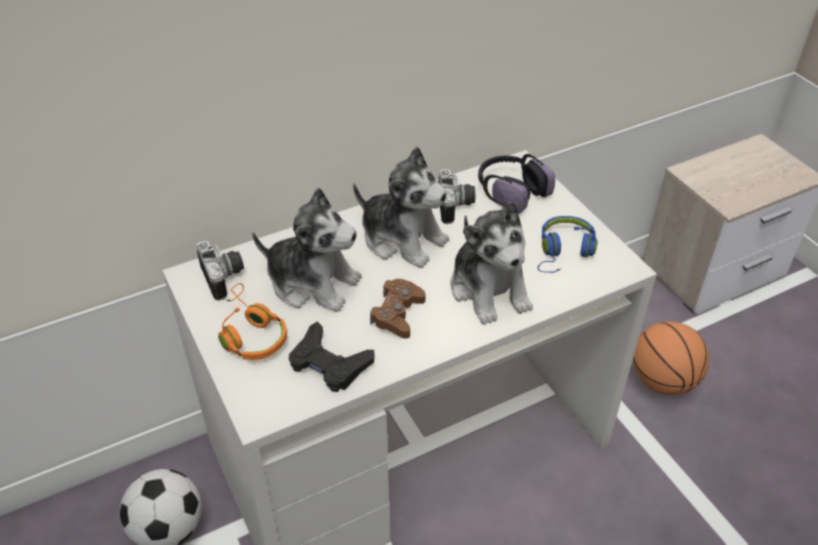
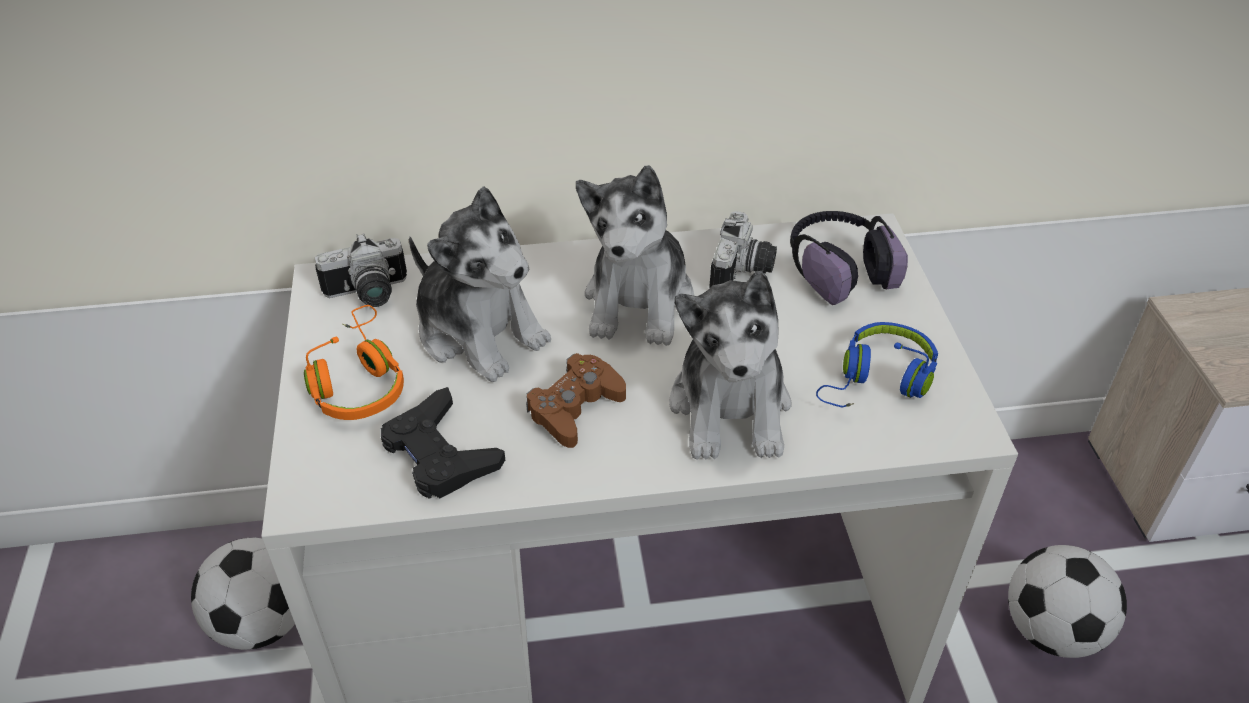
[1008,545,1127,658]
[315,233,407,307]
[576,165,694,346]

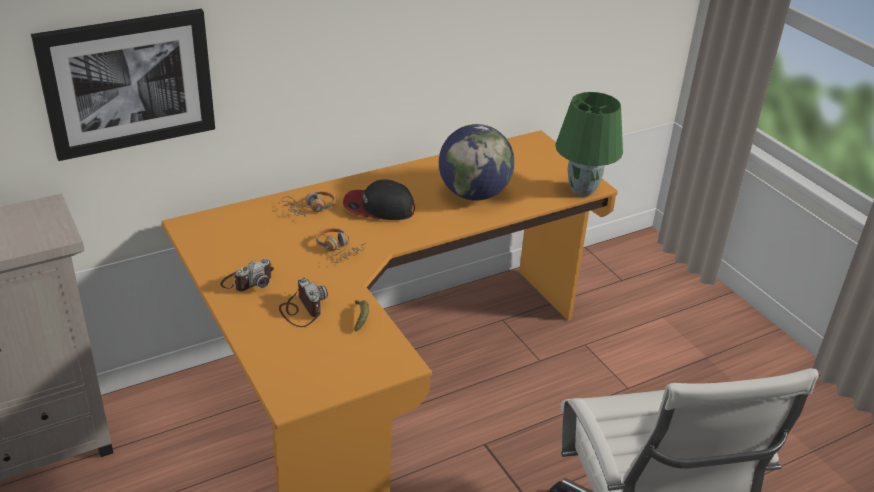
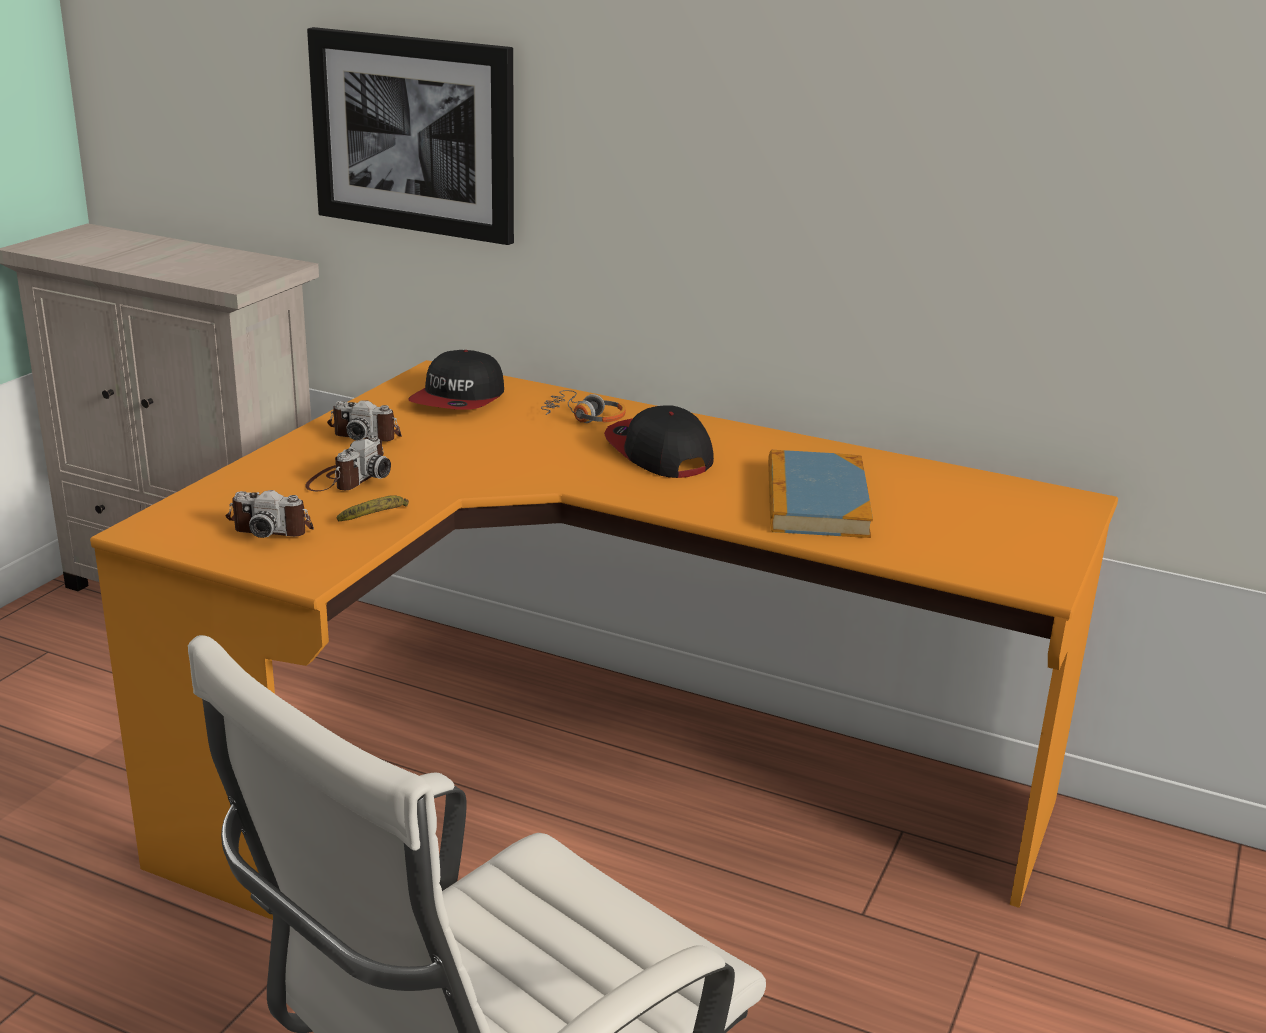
[316,228,366,263] (first image)
[555,92,623,197] (first image)
[226,490,314,538]
[408,350,504,410]
[768,450,873,538]

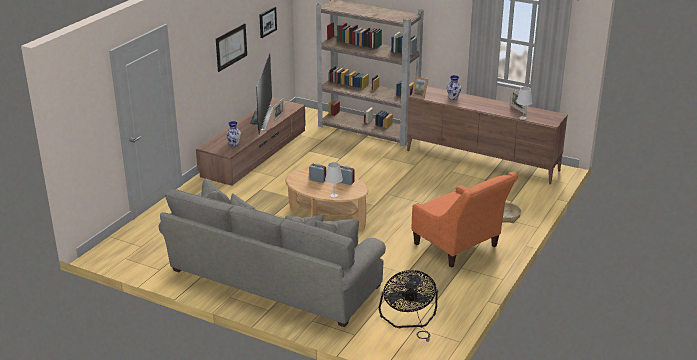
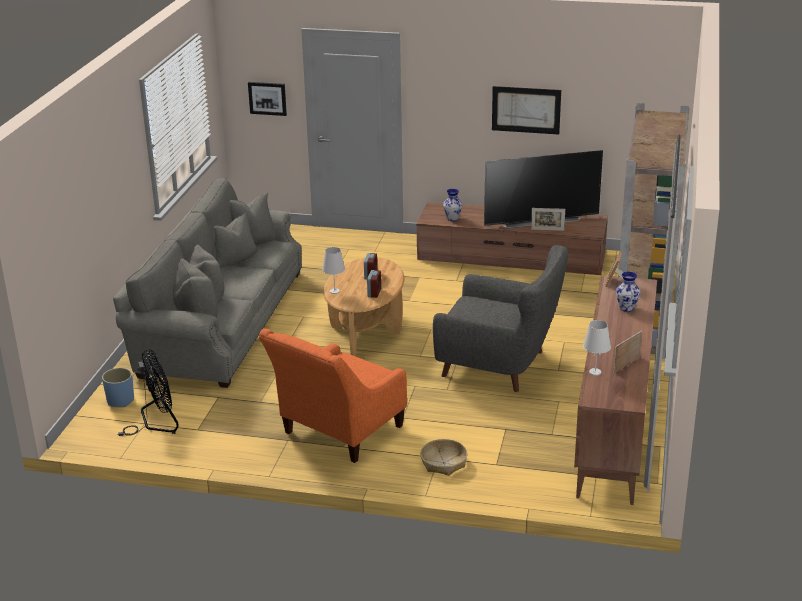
[102,368,134,407]
[433,245,568,392]
[248,82,287,116]

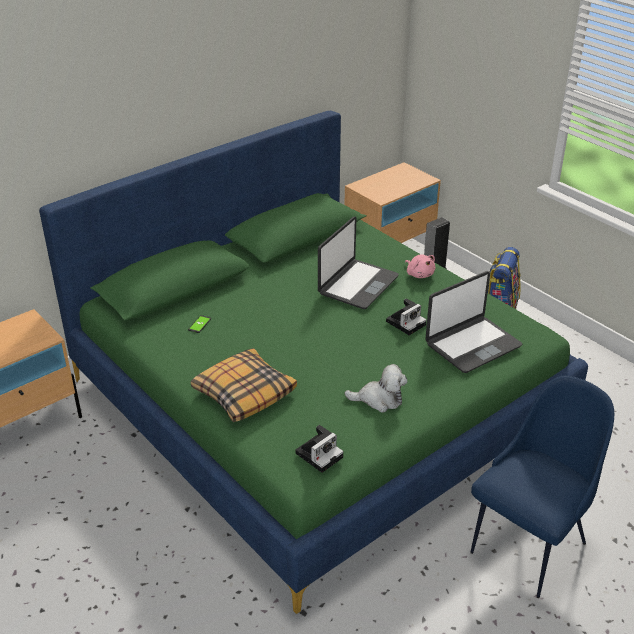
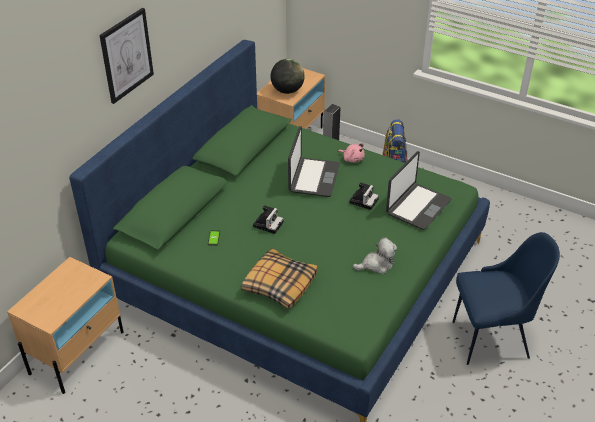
[99,8,154,104]
[271,59,305,94]
[253,205,284,234]
[453,232,560,365]

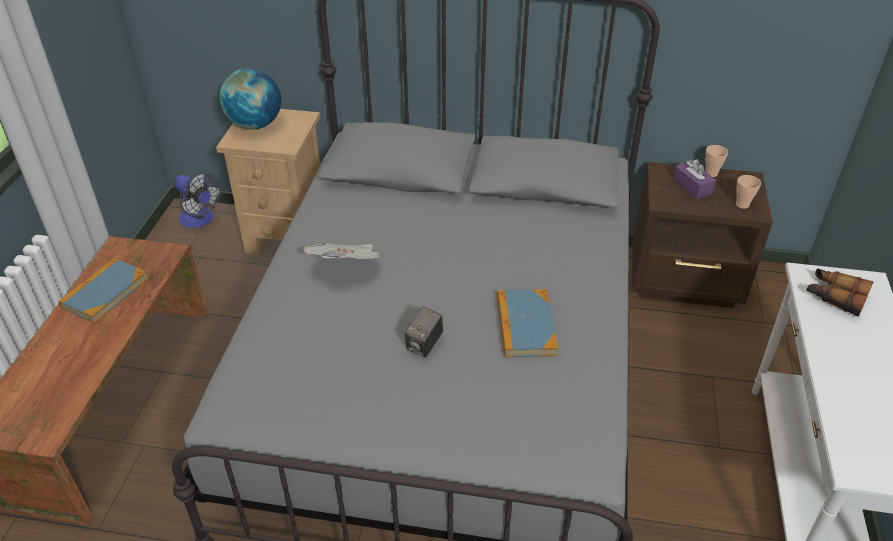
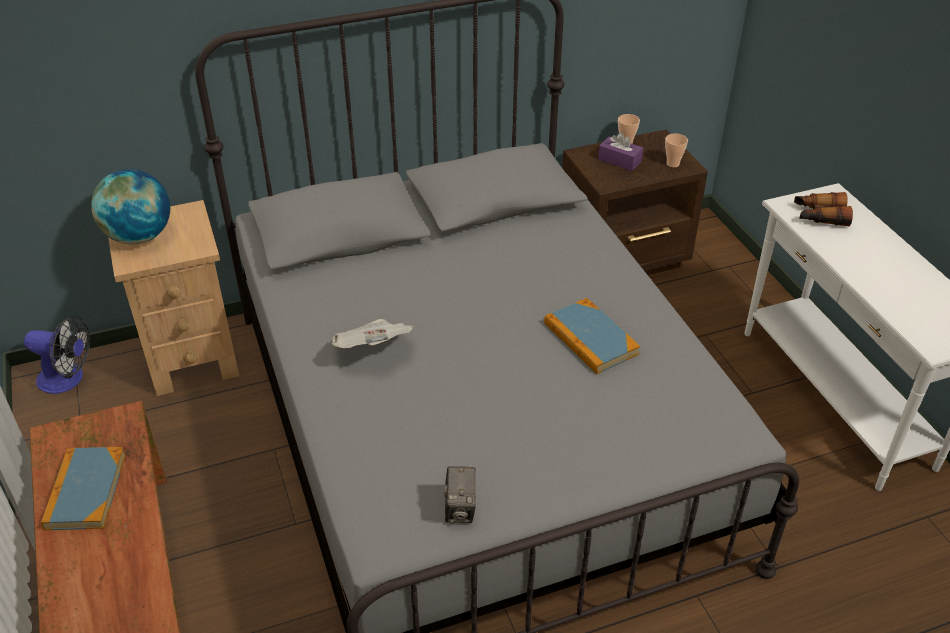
[444,466,476,523]

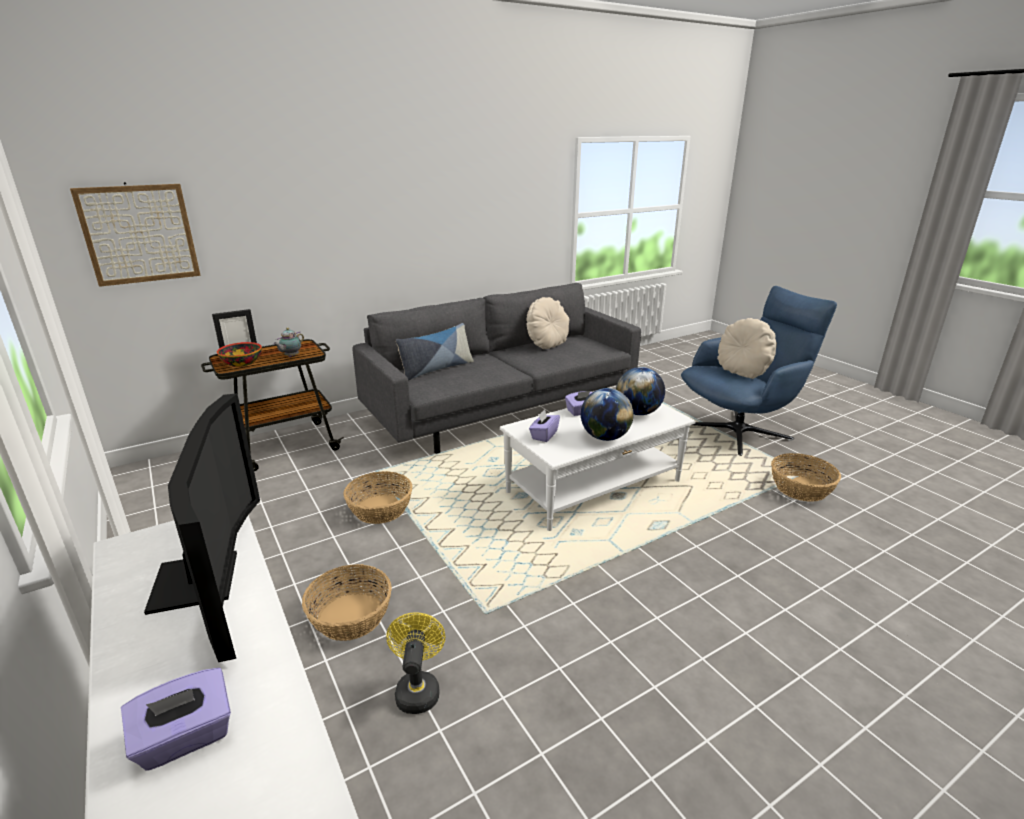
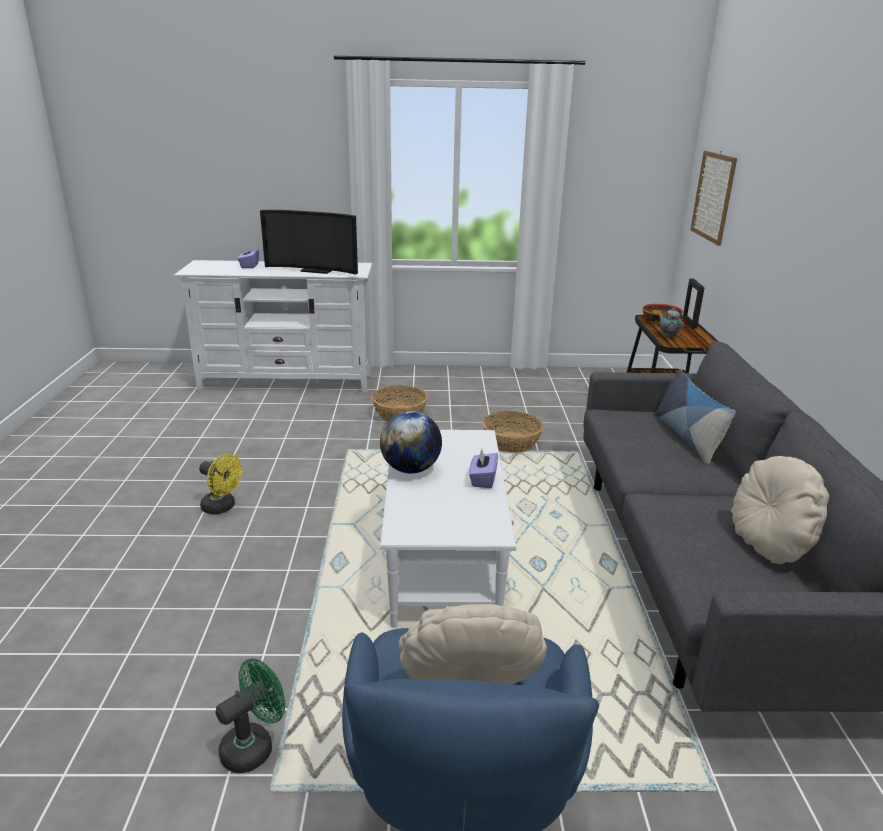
[529,410,560,442] (first image)
[616,367,665,415] (first image)
[199,453,243,515]
[216,658,285,773]

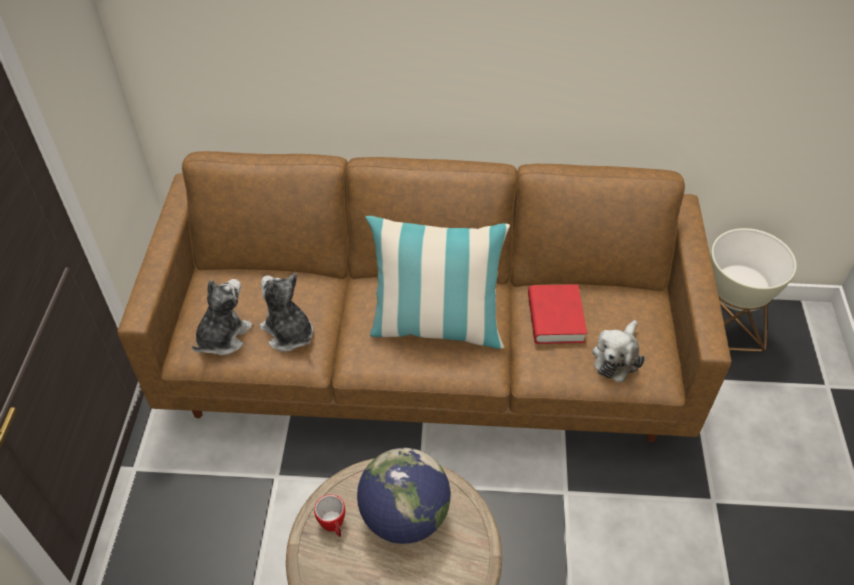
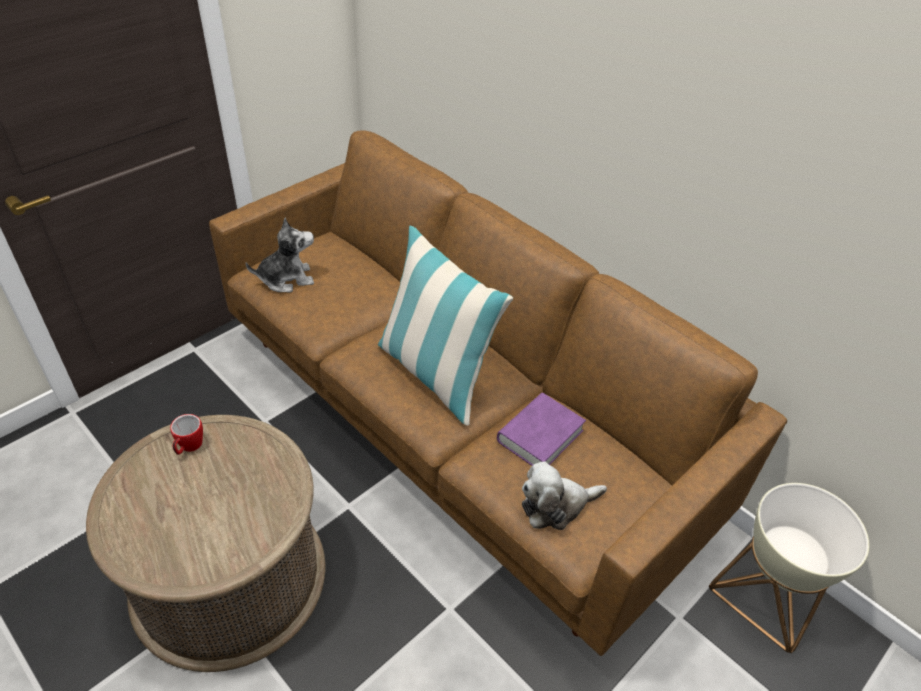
[260,272,314,352] (first image)
[357,448,451,544] (first image)
[497,393,586,466]

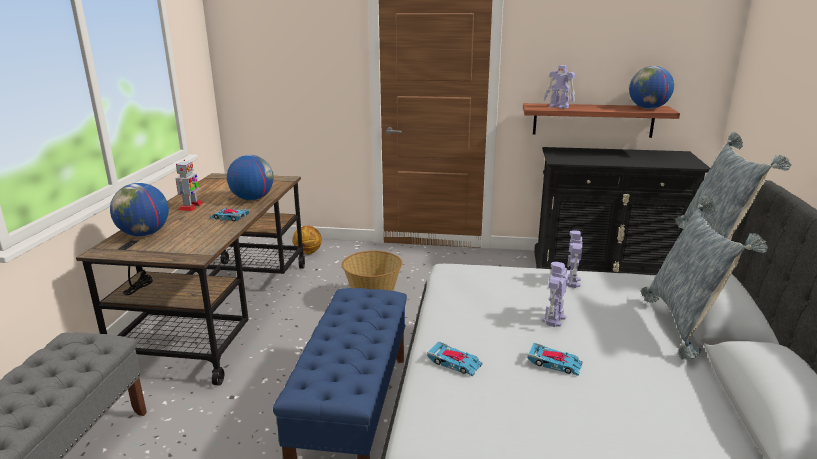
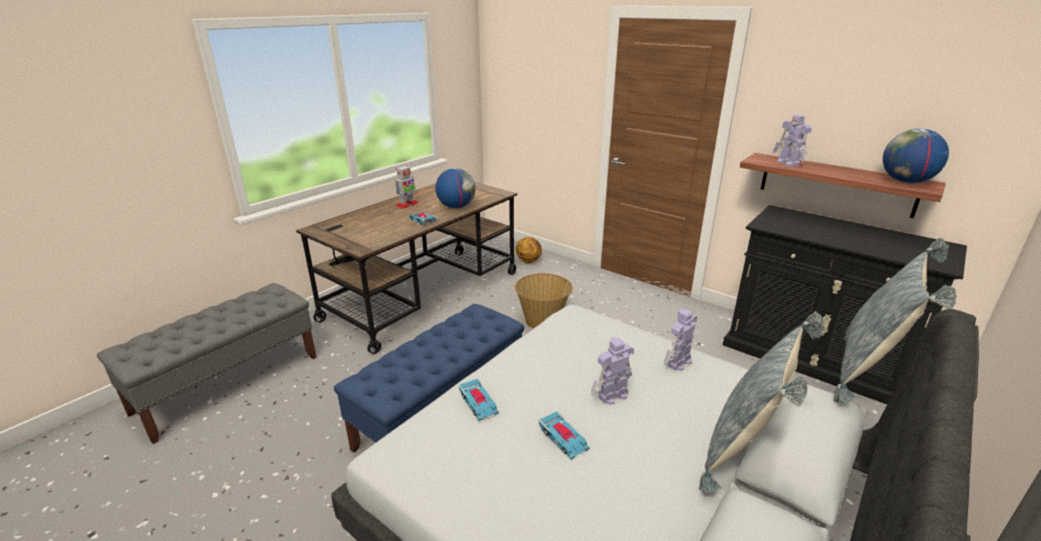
[110,183,169,236] (first image)

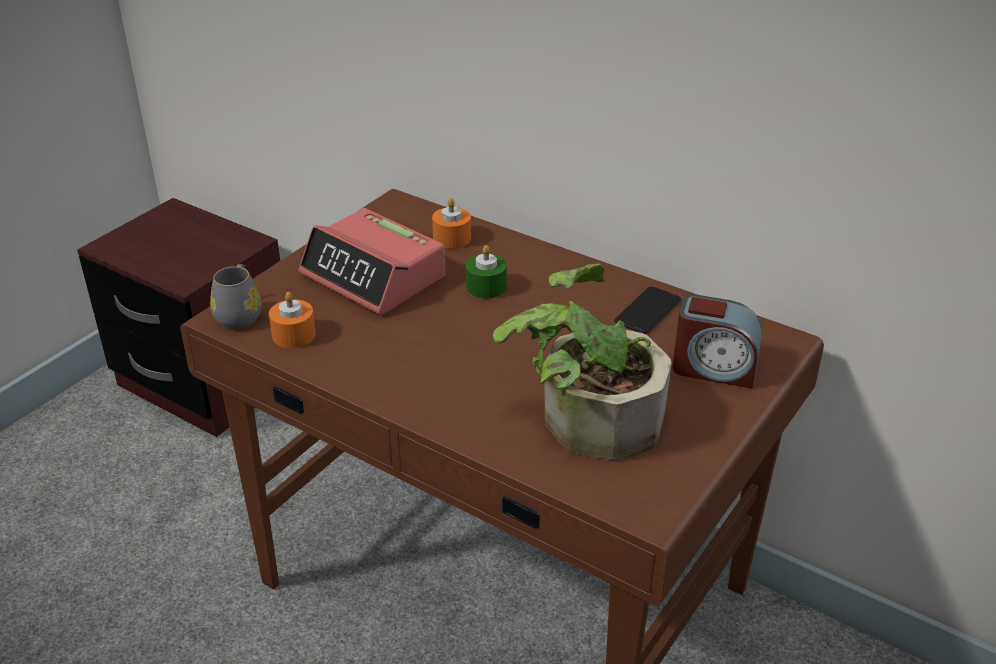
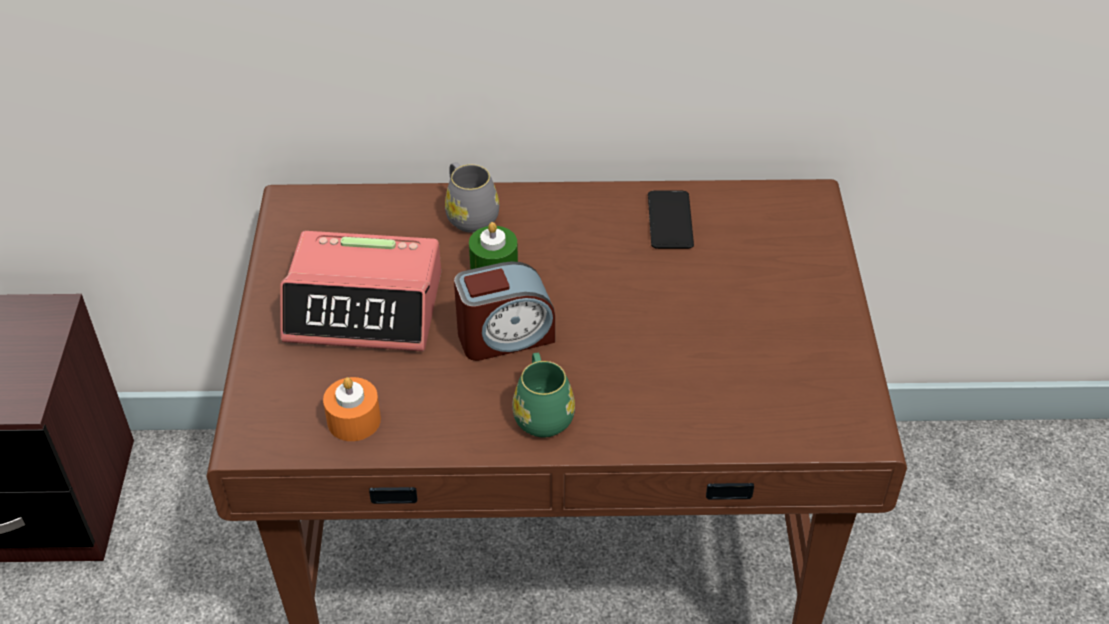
[432,198,471,249] (first image)
[493,264,672,461] (first image)
[512,353,575,437]
[445,162,499,233]
[454,261,555,361]

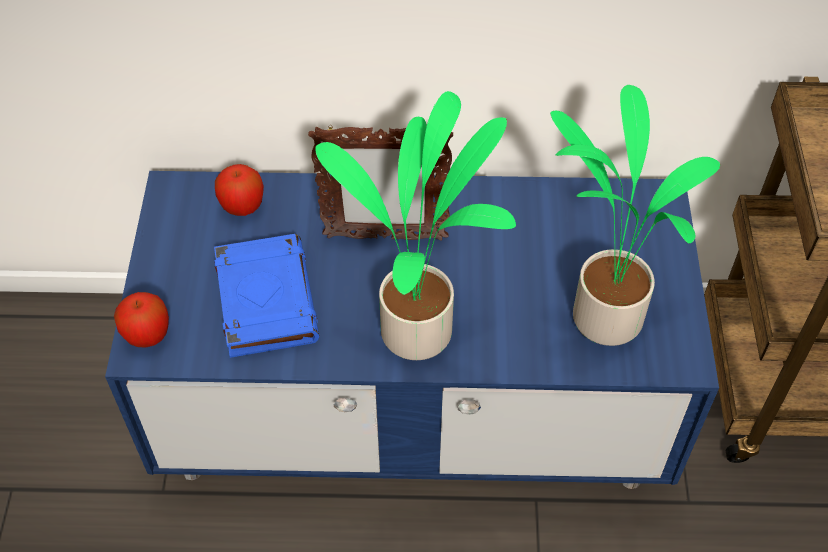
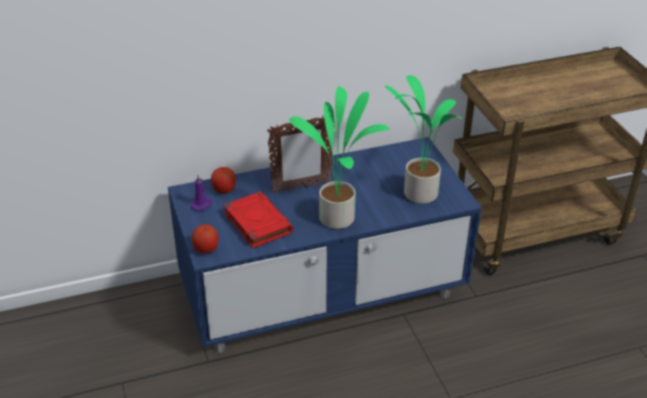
[190,175,212,211]
[224,191,293,248]

